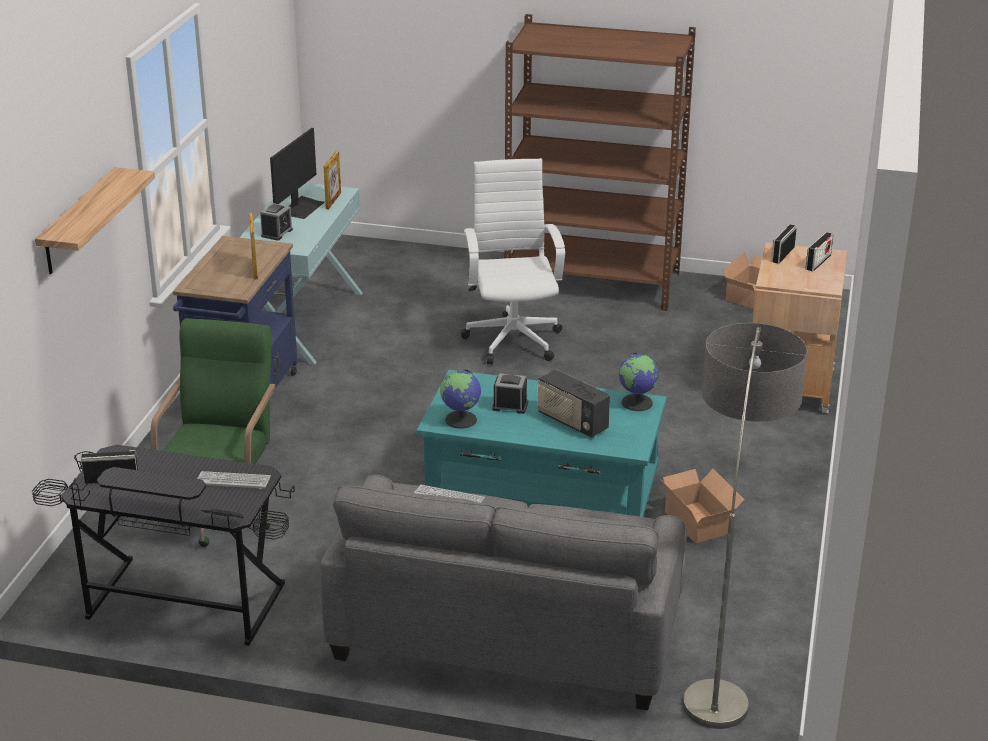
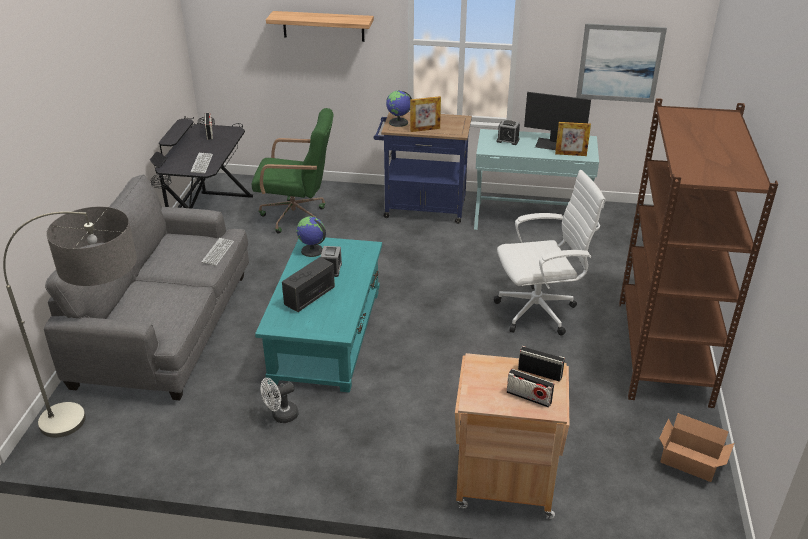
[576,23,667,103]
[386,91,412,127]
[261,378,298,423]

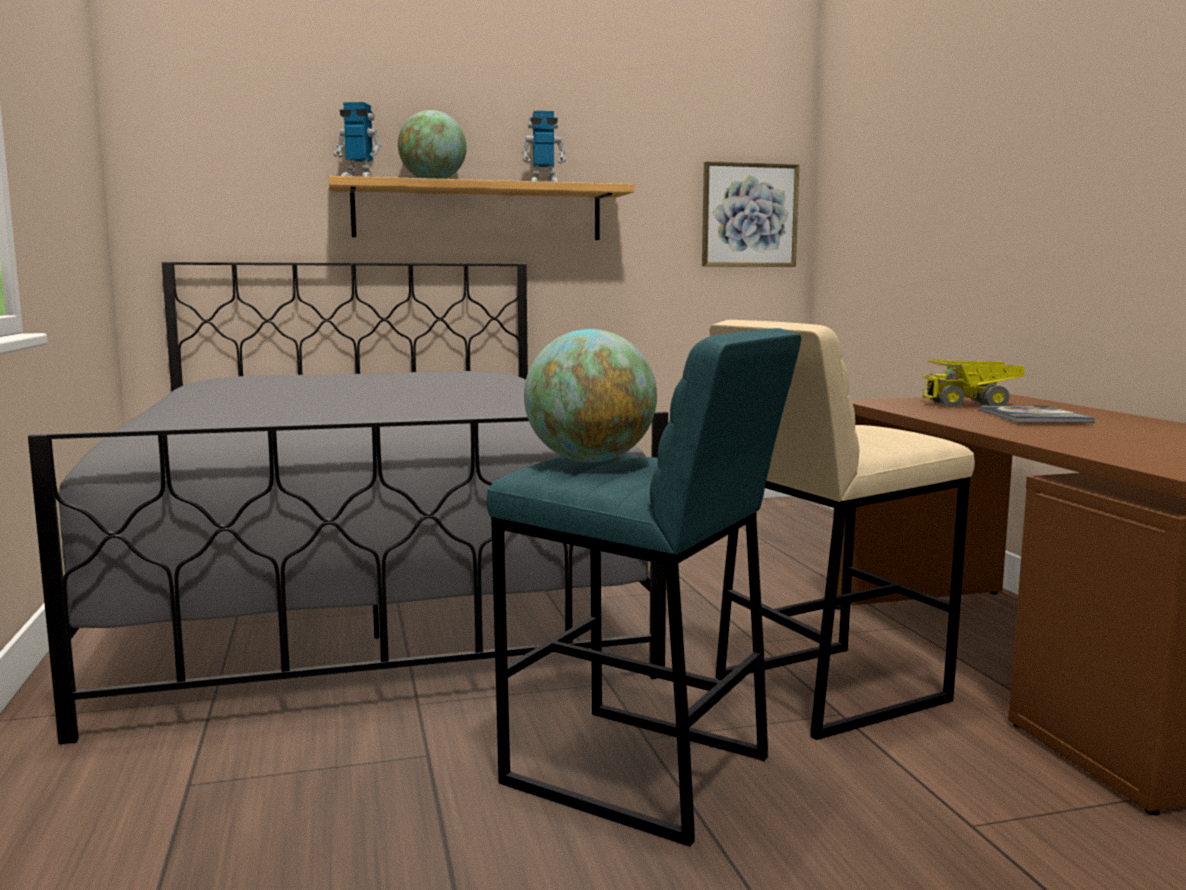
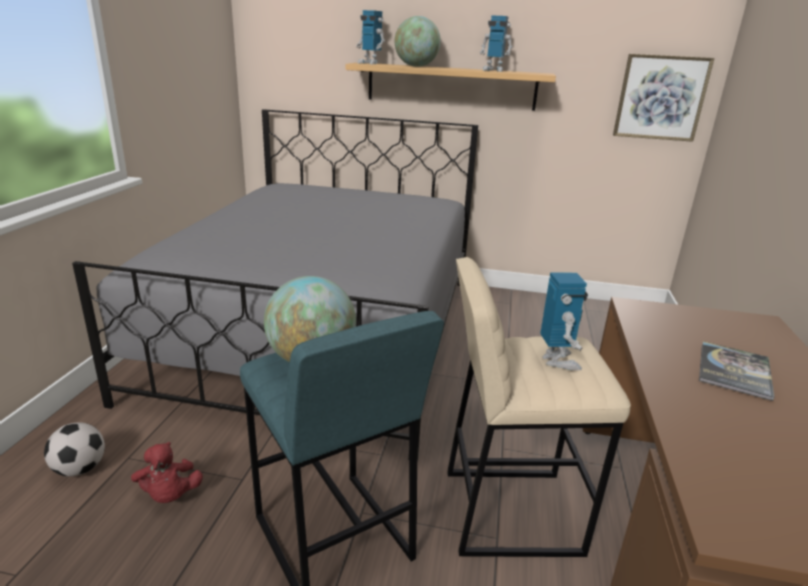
[922,359,1025,408] (first image)
[44,423,105,477]
[131,442,203,503]
[540,272,588,370]

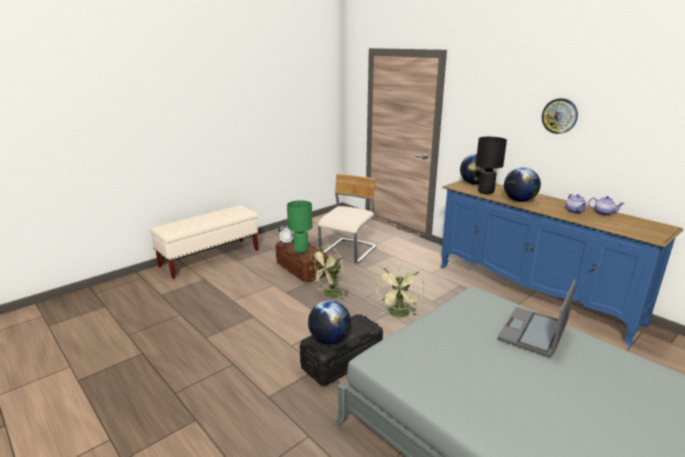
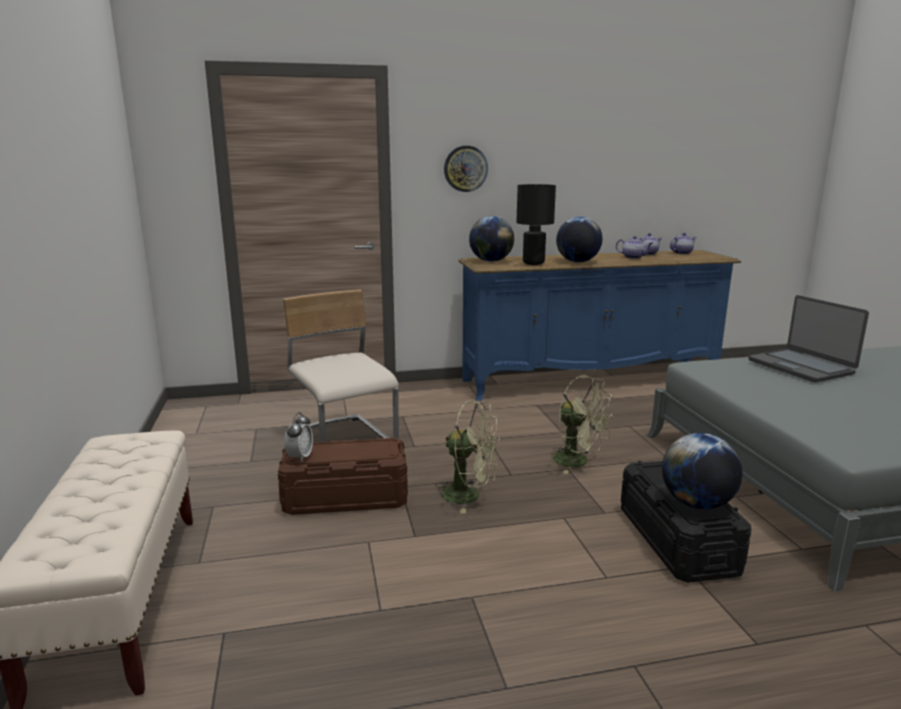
[287,200,312,253] (first image)
[670,233,696,255]
[444,146,488,192]
[436,400,501,513]

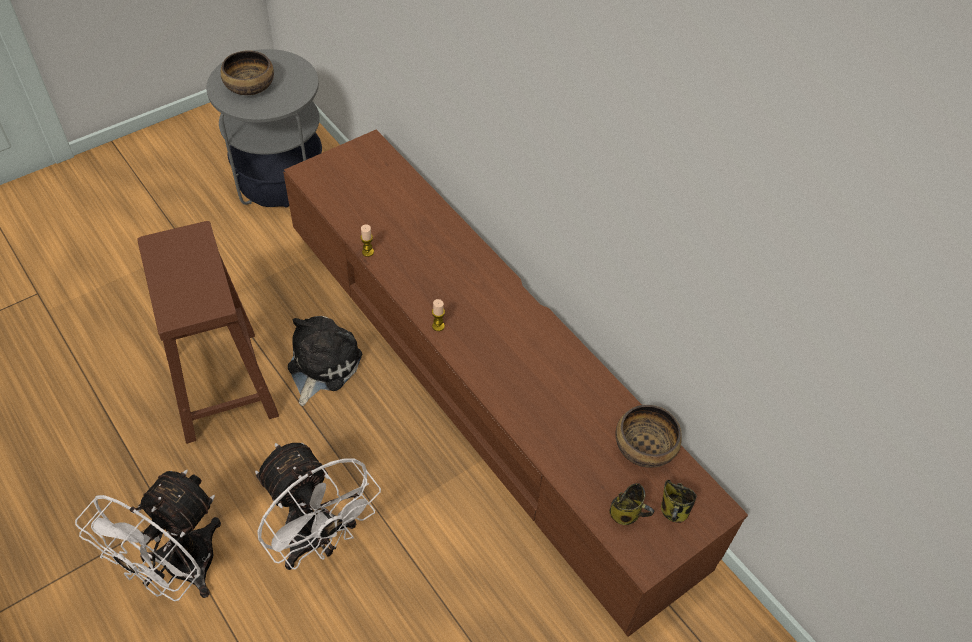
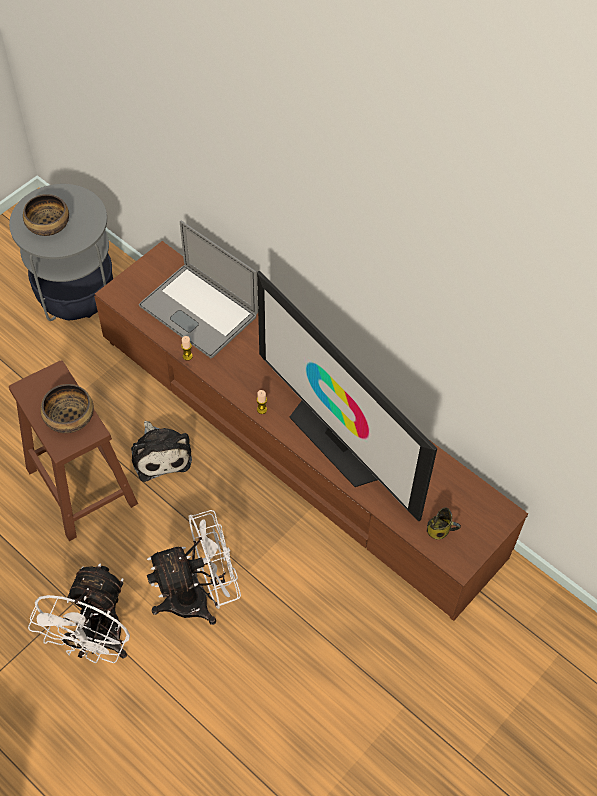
[661,480,697,523] (first image)
[139,221,258,358]
[257,270,437,521]
[40,384,94,433]
[147,510,241,625]
[131,421,192,482]

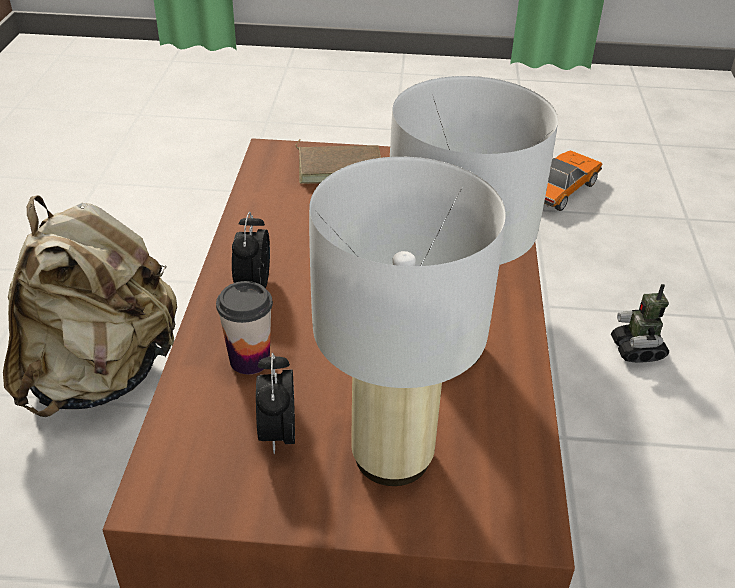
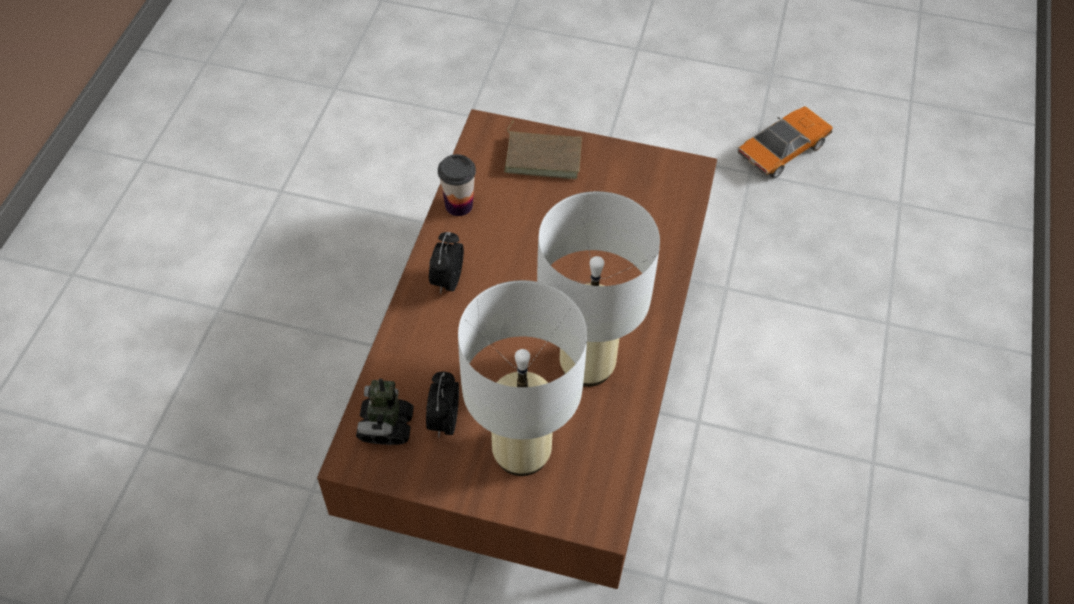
[3,195,177,417] (first image)
[438,154,476,216]
[356,379,414,445]

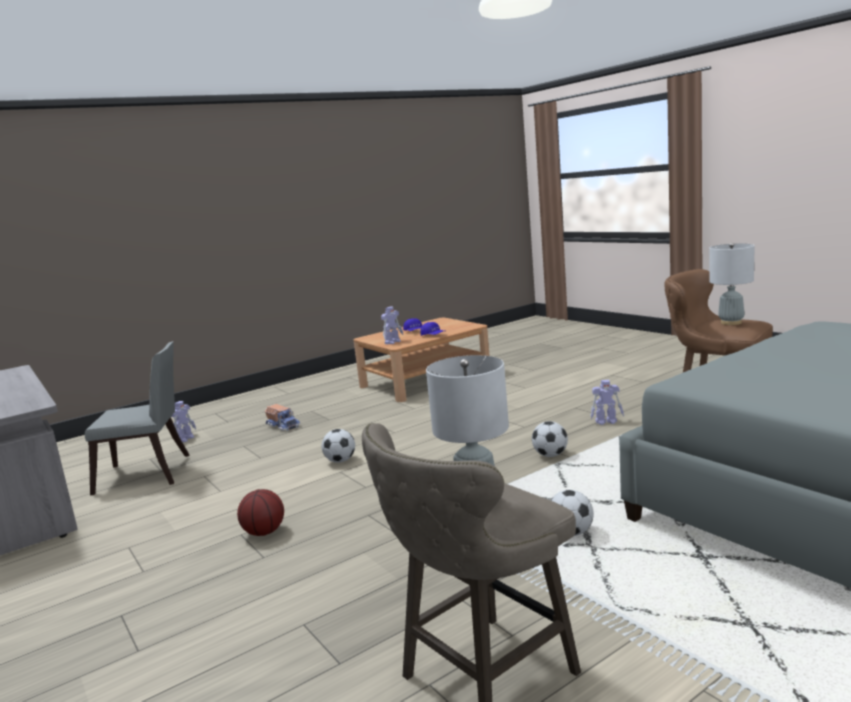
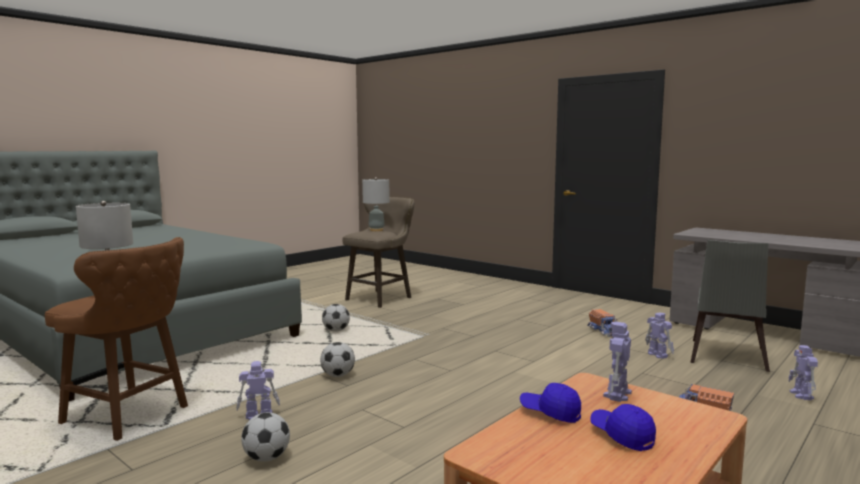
[237,489,284,536] (first image)
[587,309,617,337]
[645,313,674,359]
[241,412,290,462]
[691,240,770,372]

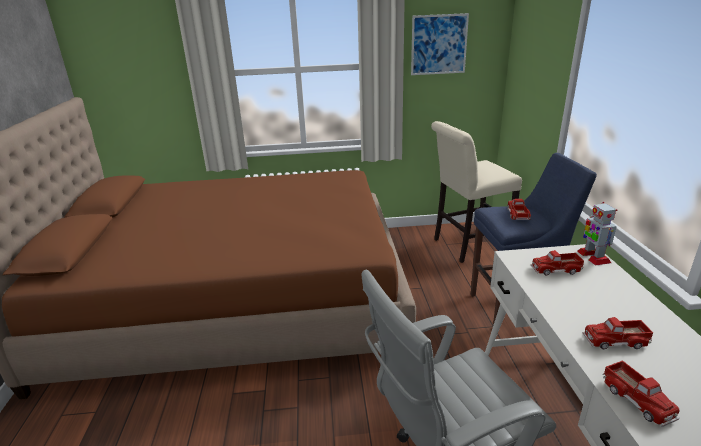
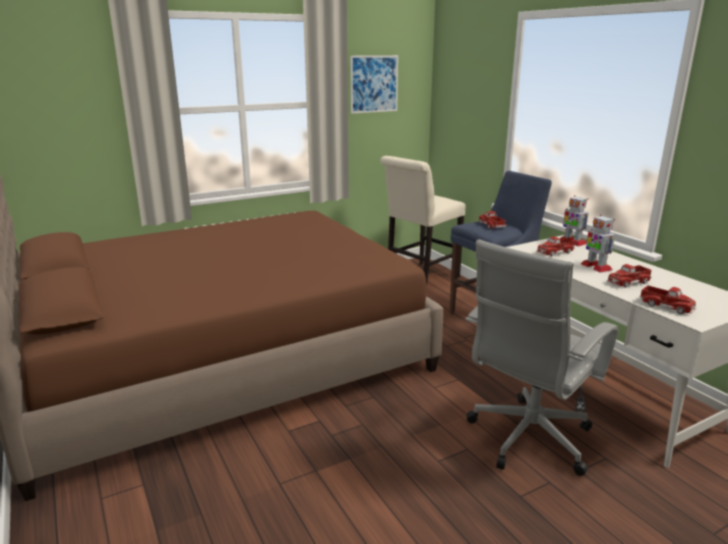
[581,215,615,273]

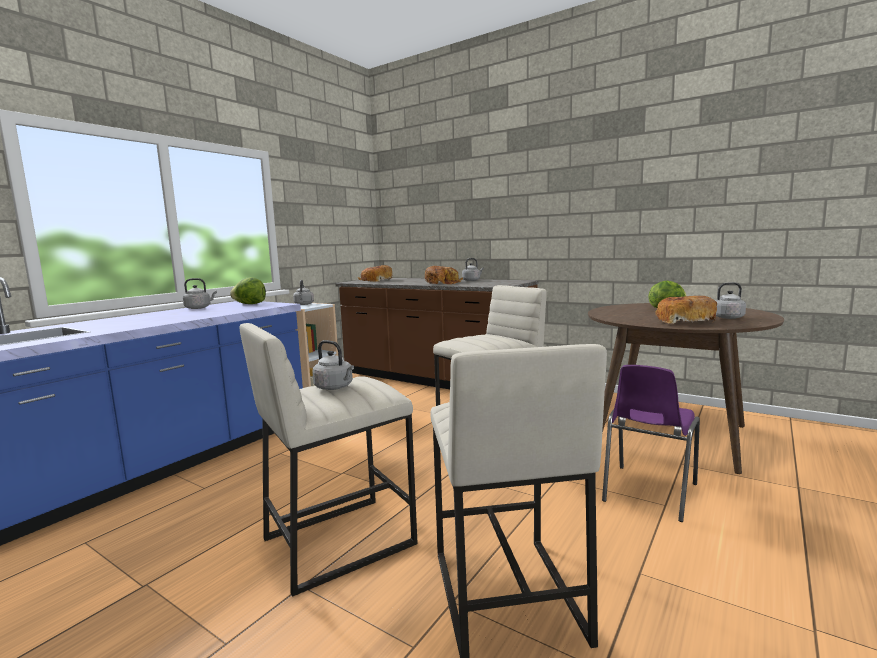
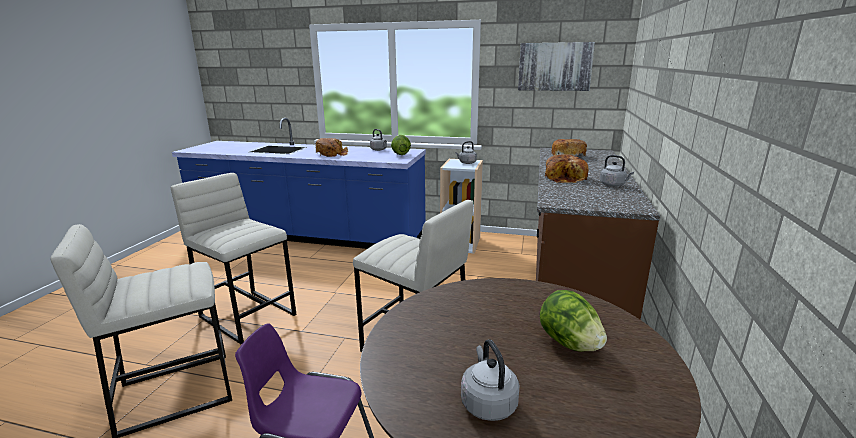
[312,340,354,390] (first image)
[518,42,595,91]
[316,138,348,157]

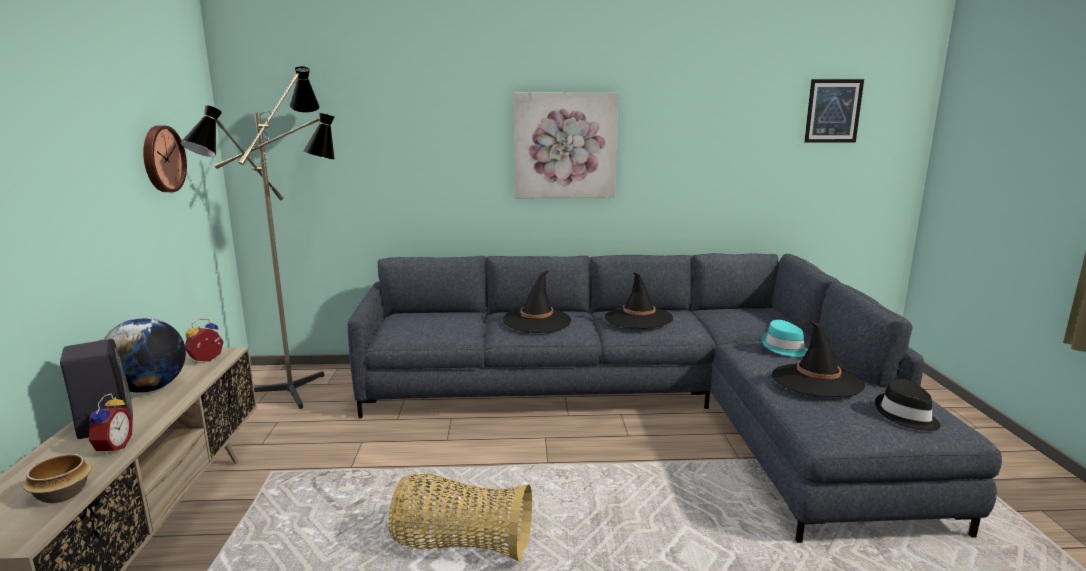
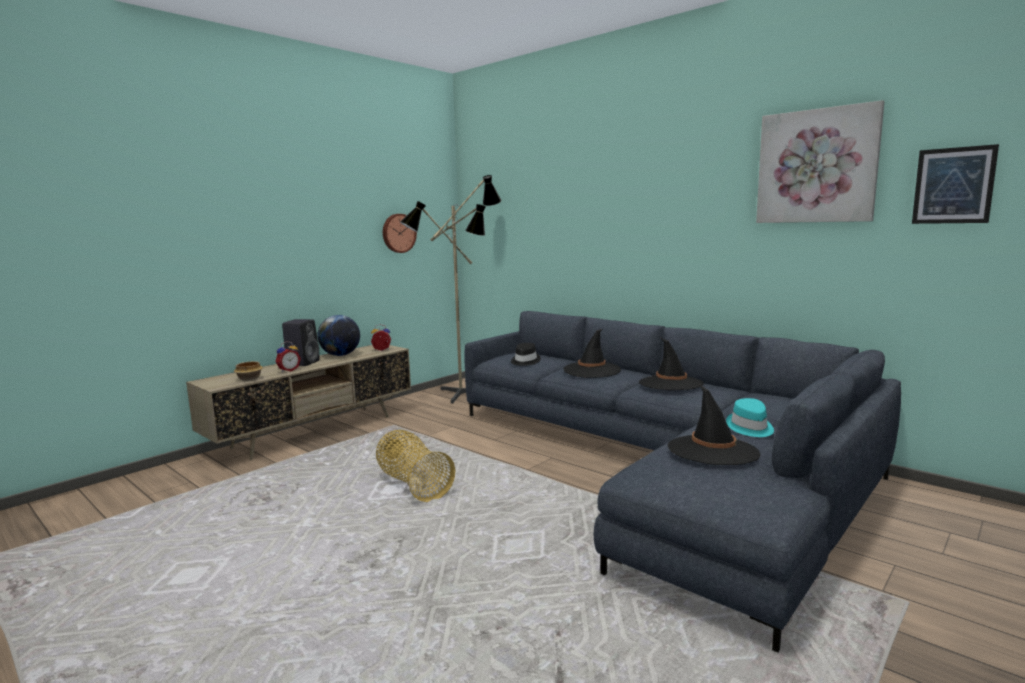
[756,100,885,223]
[511,343,541,366]

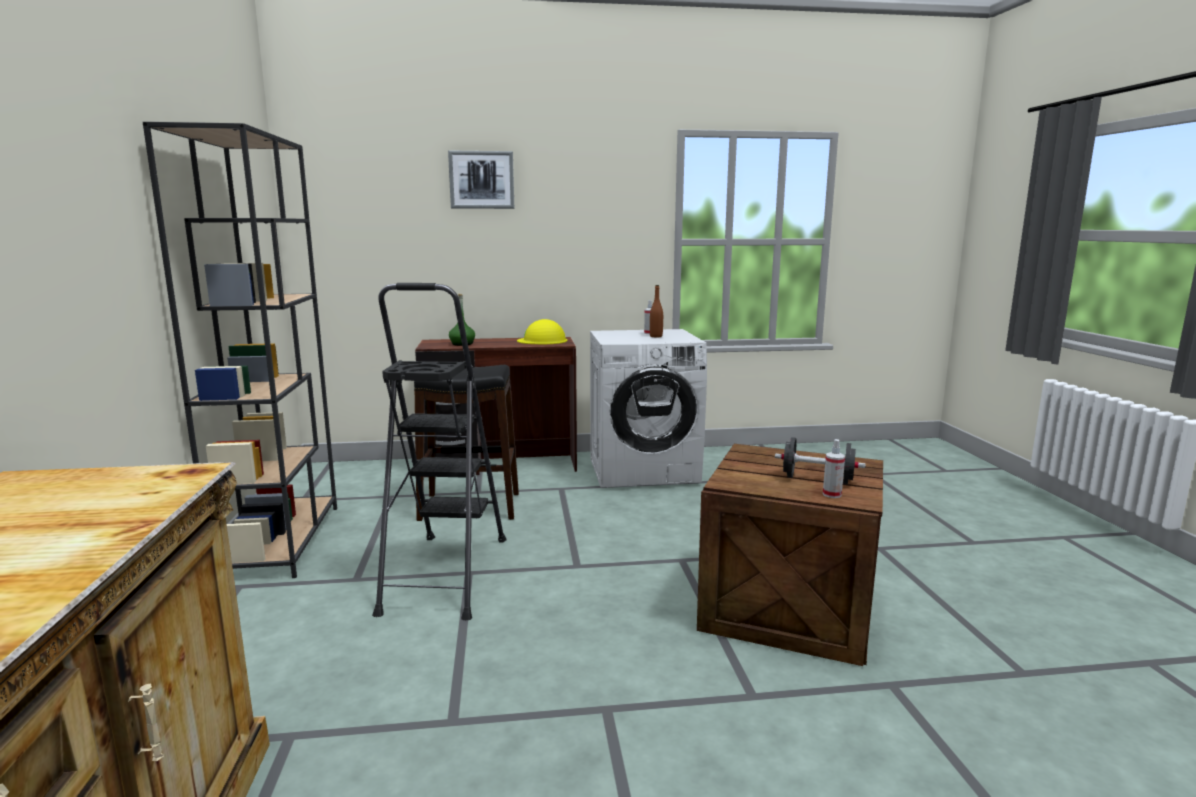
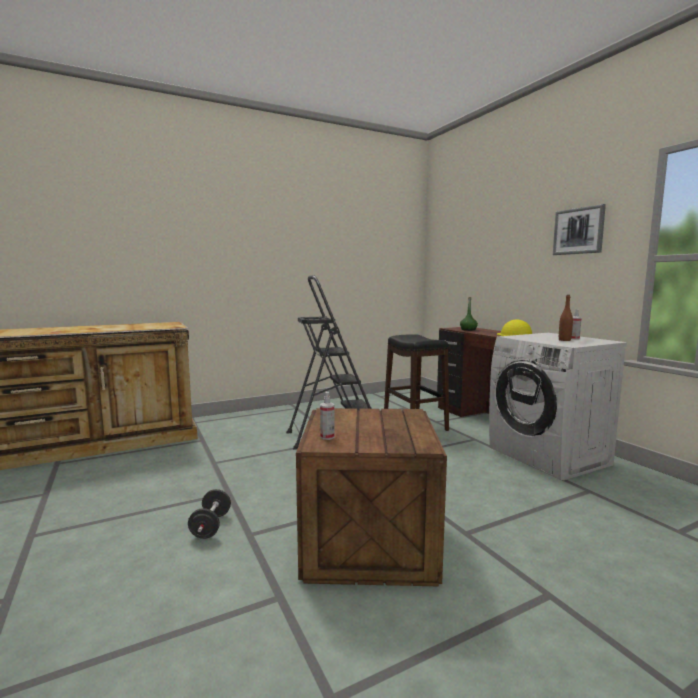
[143,122,337,578] (first image)
[553,204,606,255]
[188,489,231,539]

